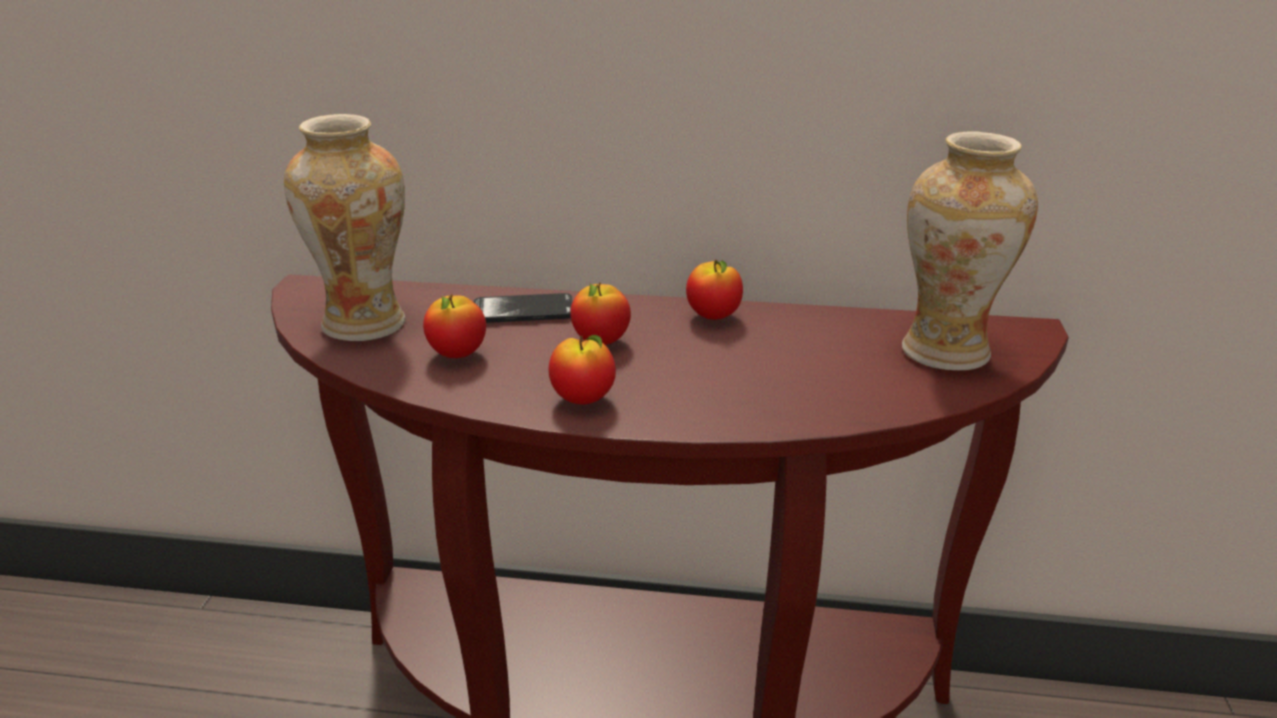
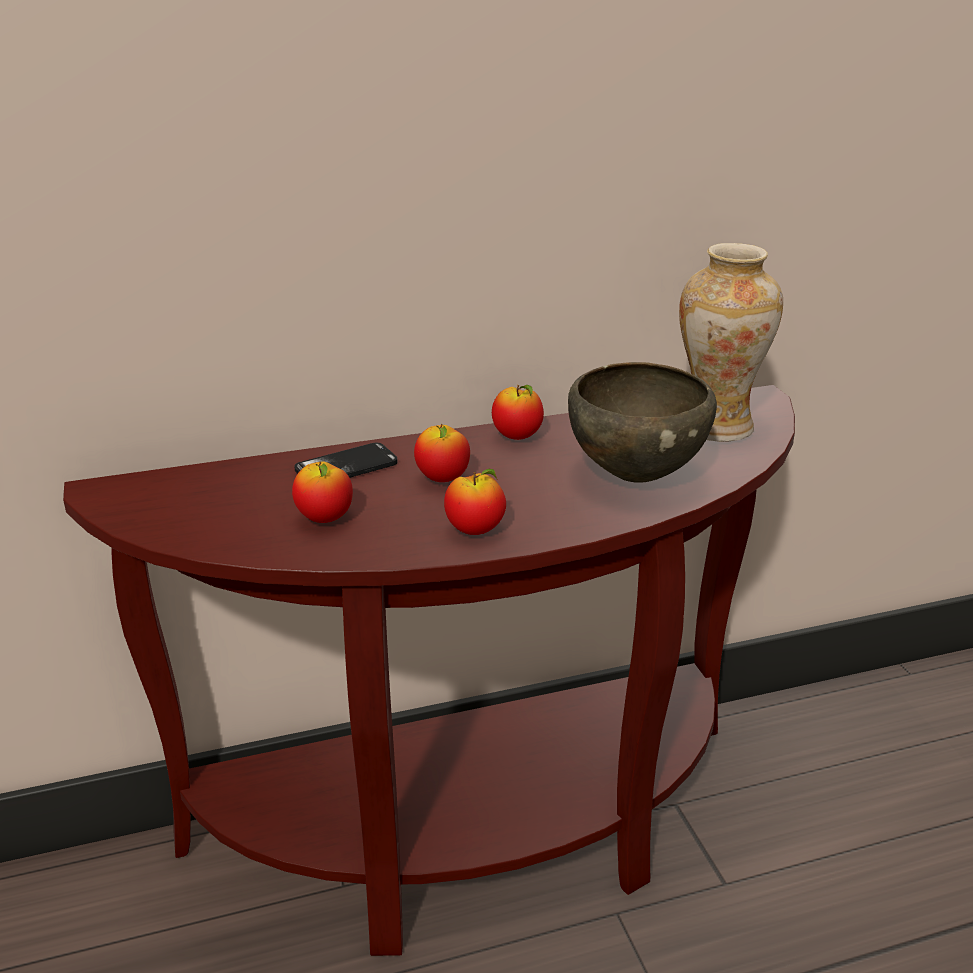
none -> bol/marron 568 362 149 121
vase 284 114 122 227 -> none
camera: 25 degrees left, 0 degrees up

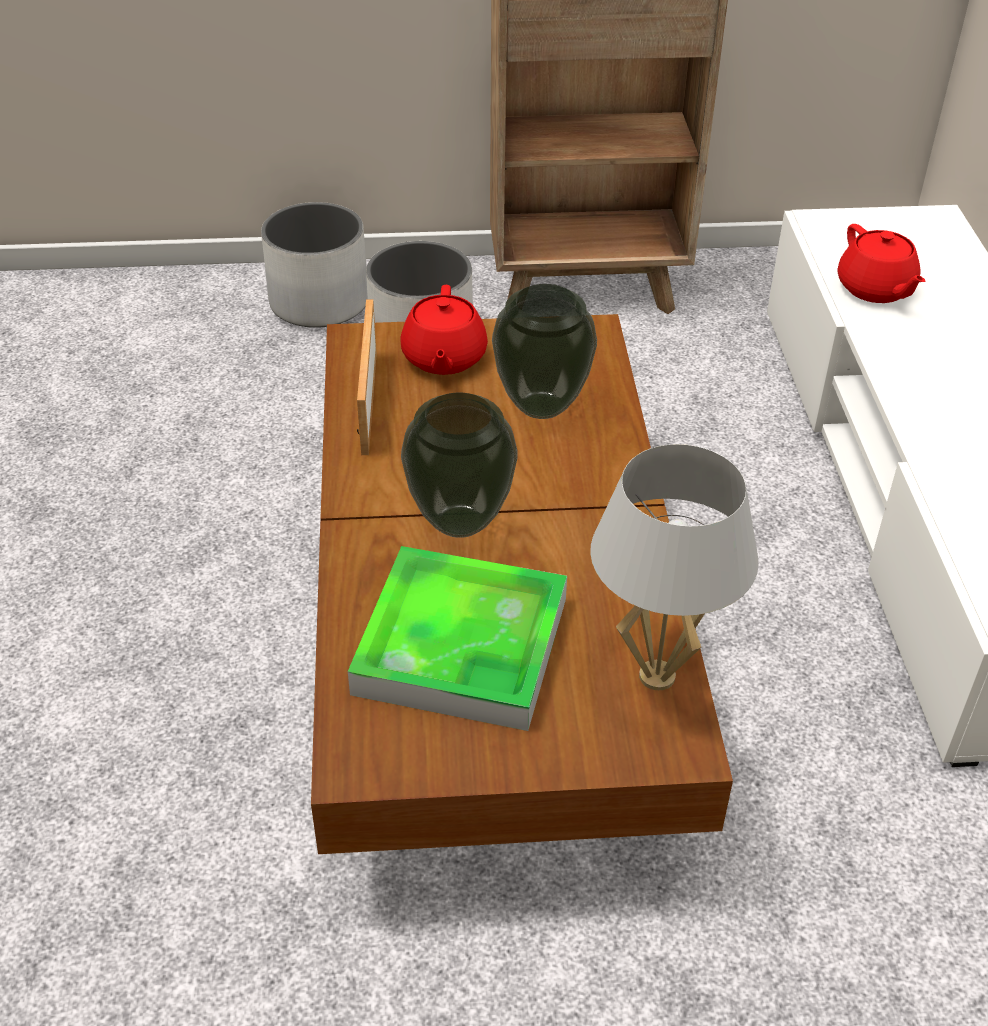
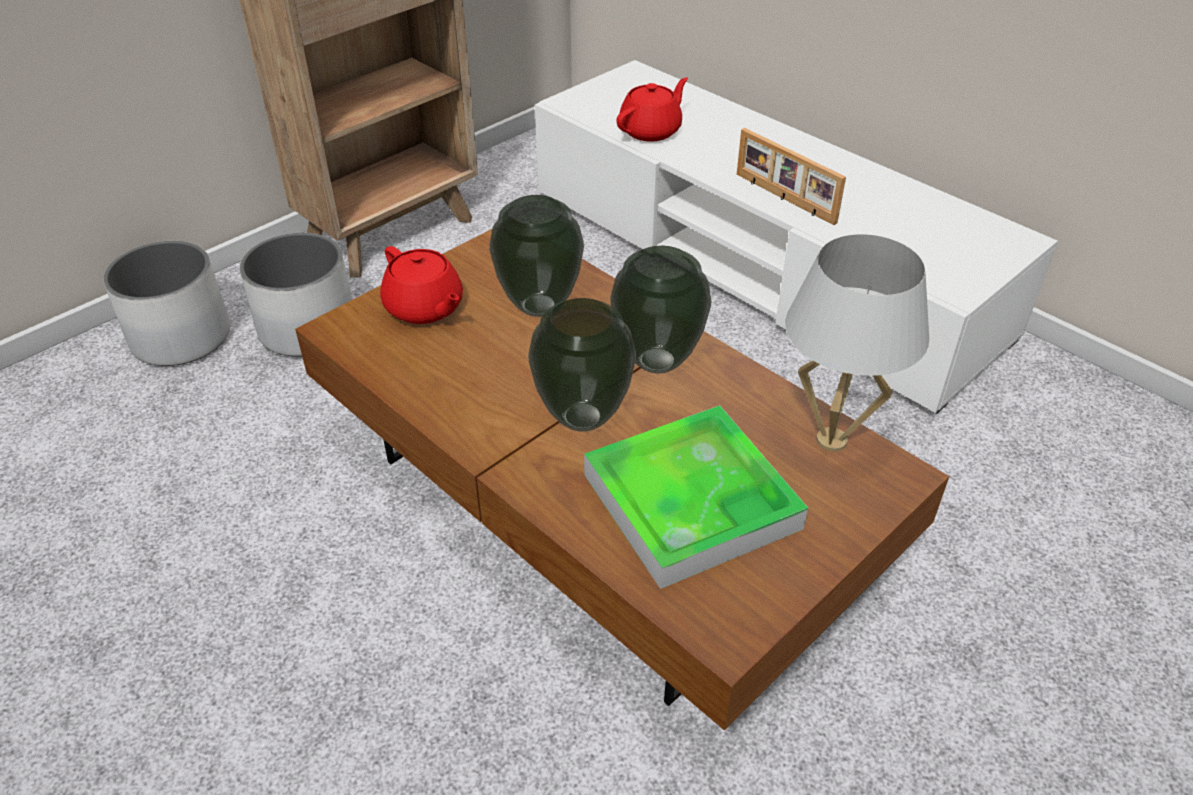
none -> vase 610 246 102 128
théière/rouge 838 224 87 79 -> théière/rouge 616 77 72 65, 75 degrees counterclockwise
cadre photo 357 299 20 156 -> cadre photo 736 128 110 97, relocated
camera: 40 degrees left, 0 degrees up

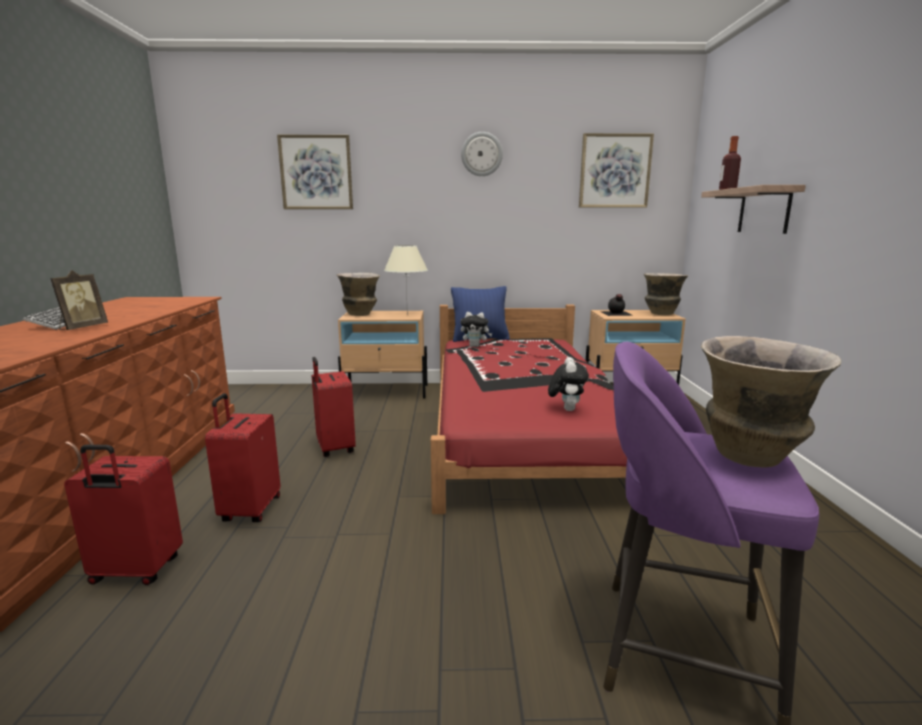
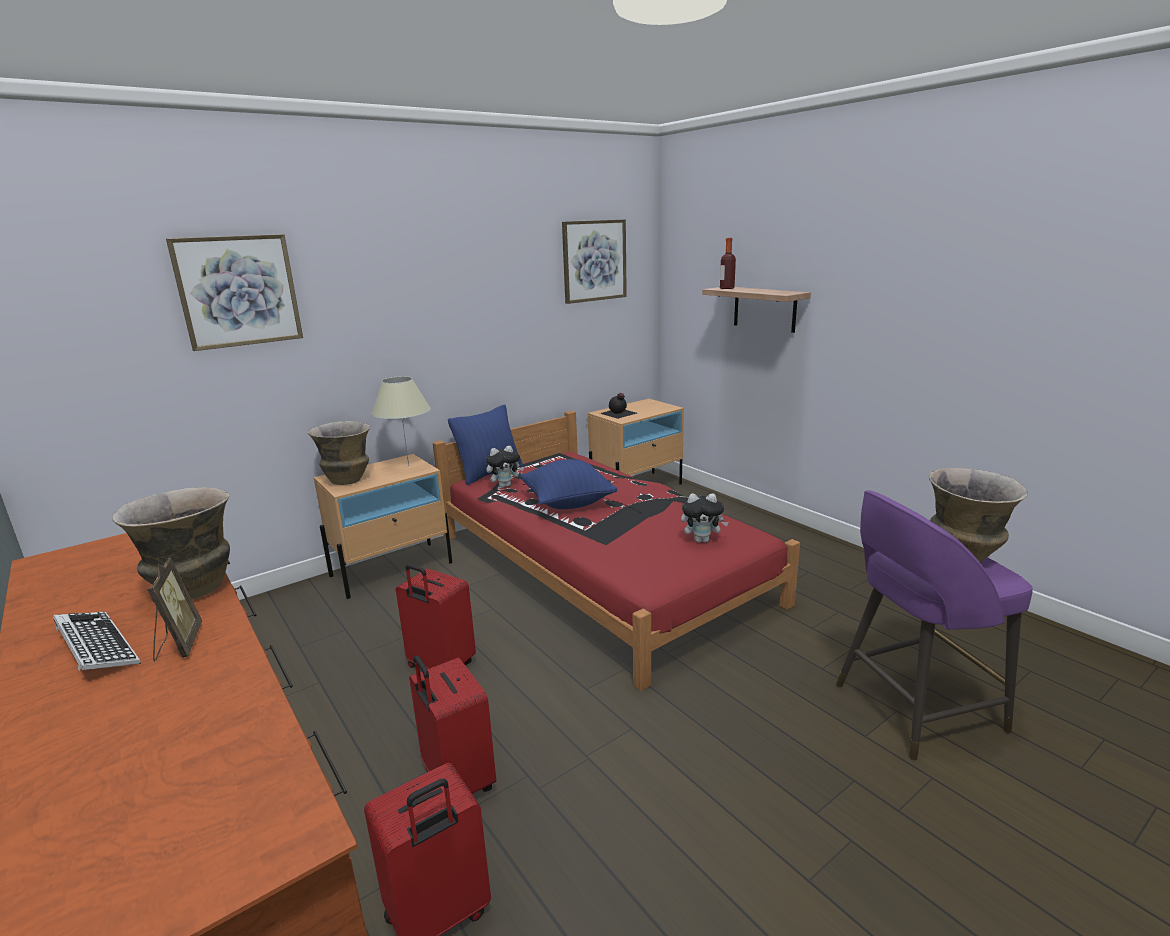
vase 644 273 44 42 -> vase 112 487 118 113, relocated
none -> coussin/bleu 520 459 97 50
peluche 548 357 41 54 -> peluche 681 493 48 50, 120 degrees clockwise
horloge murale 461 132 42 44 -> none
camera: 35 degrees left, 5 degrees up

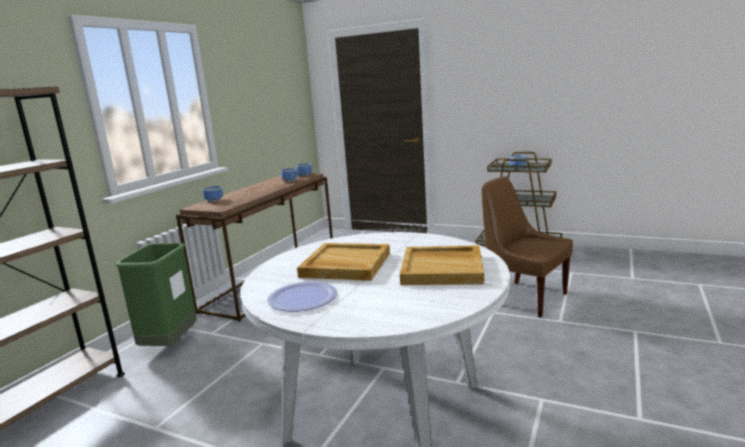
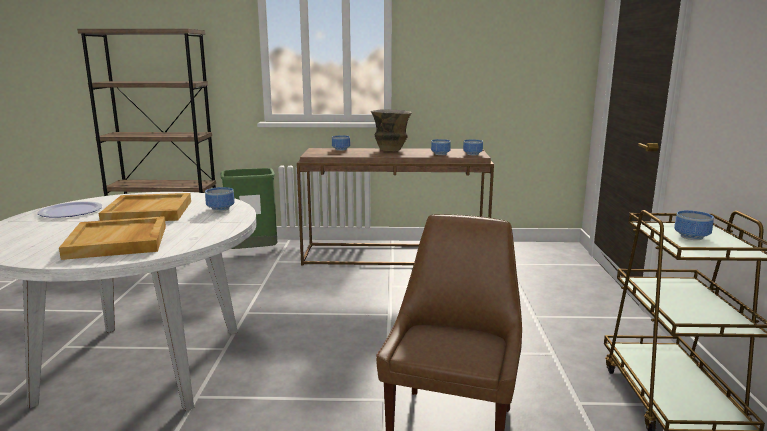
none -> bol 205 187 30 24
none -> vase 371 109 41 42
camera: 65 degrees right, 0 degrees up

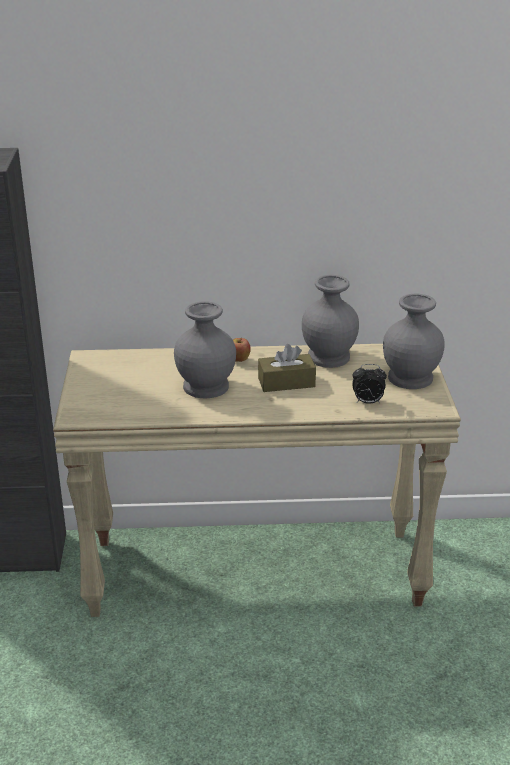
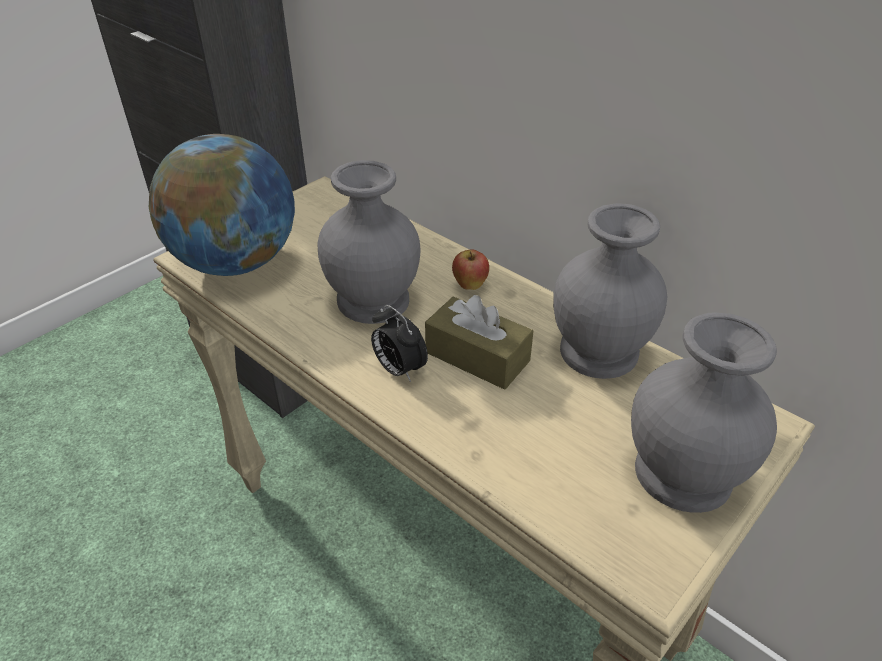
none -> globe 149 134 146 142
réveil 352 364 35 40 -> réveil 371 305 57 77, relocated
camera: 45 degrees right, 10 degrees up

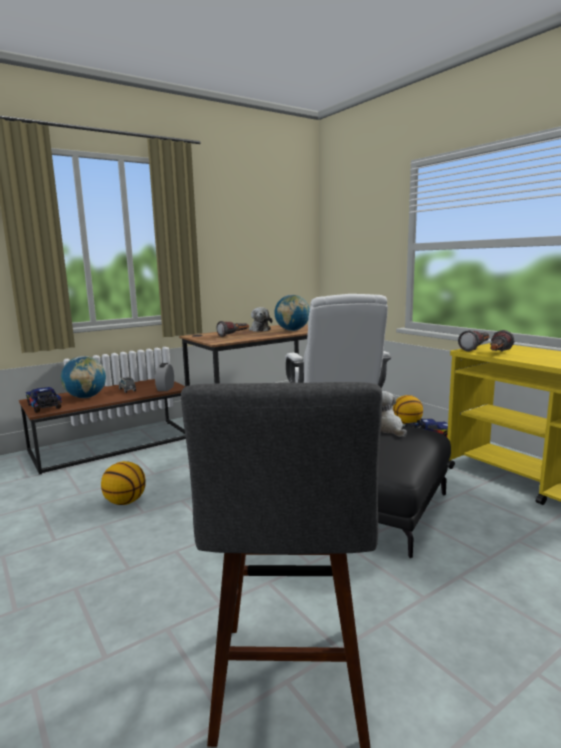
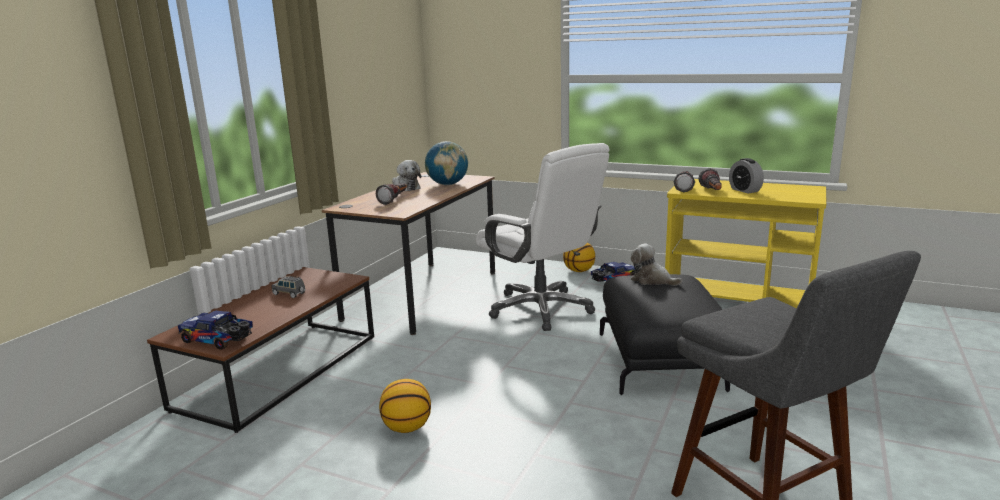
réveil 155 363 19 28 -> réveil 729 158 35 35, relocated
globe 61 356 45 42 -> none
camera: 30 degrees left, 5 degrees up

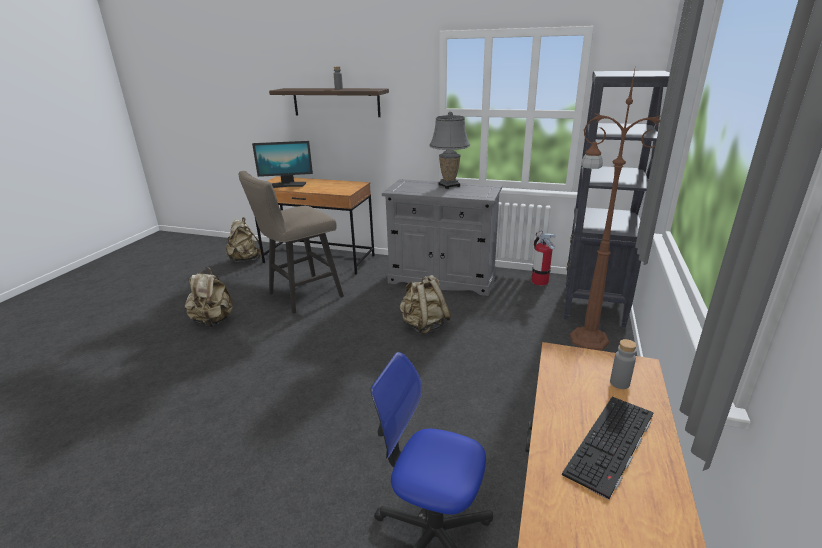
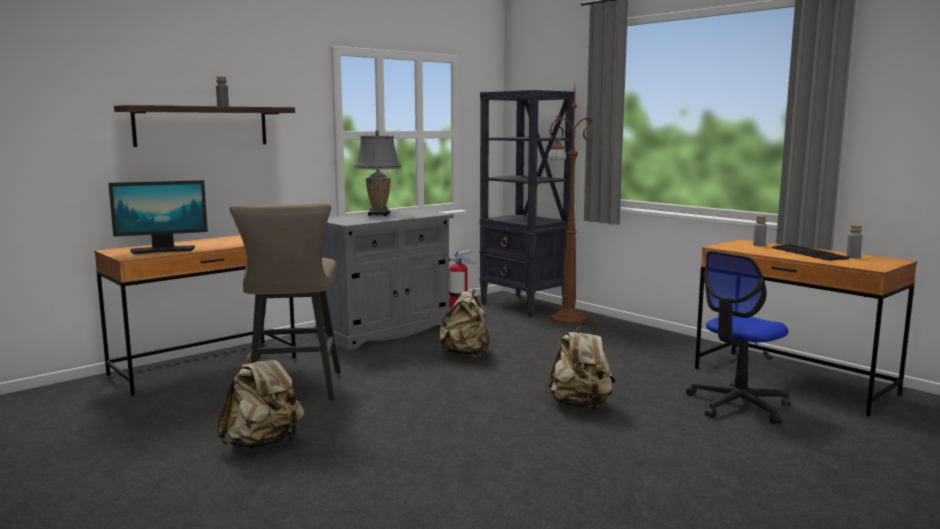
écran d'ordinateur 252 141 61 47 -> écran d'ordinateur 108 180 100 75, 45 degrees clockwise
sac à dos/beige 226 217 35 45 -> sac à dos/beige 545 323 70 87, relocated
none -> bouteille/gris 846 224 17 34
camera: 60 degrees left, 15 degrees down

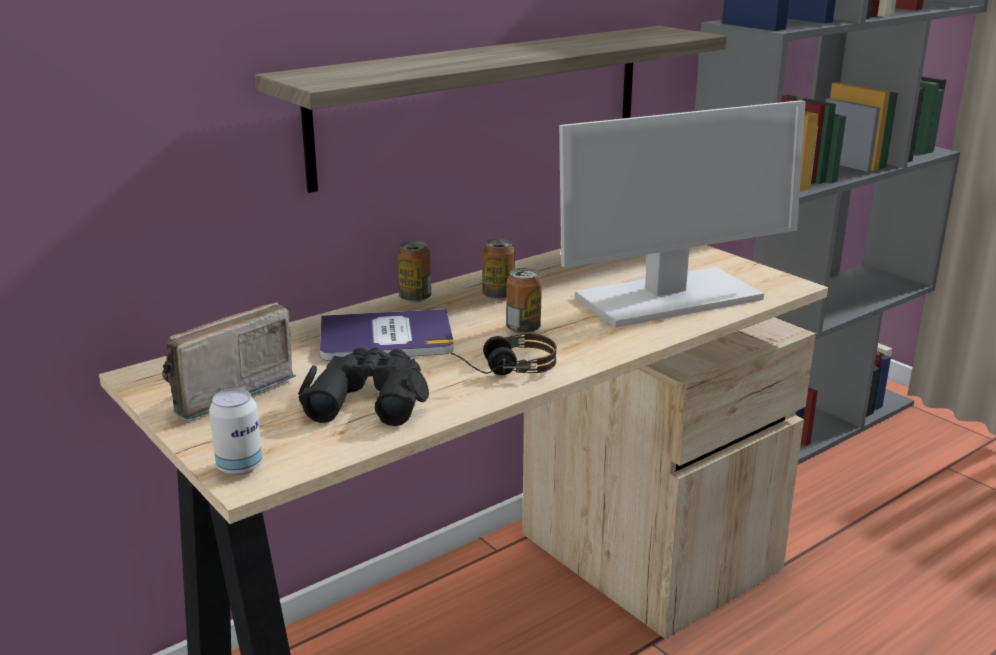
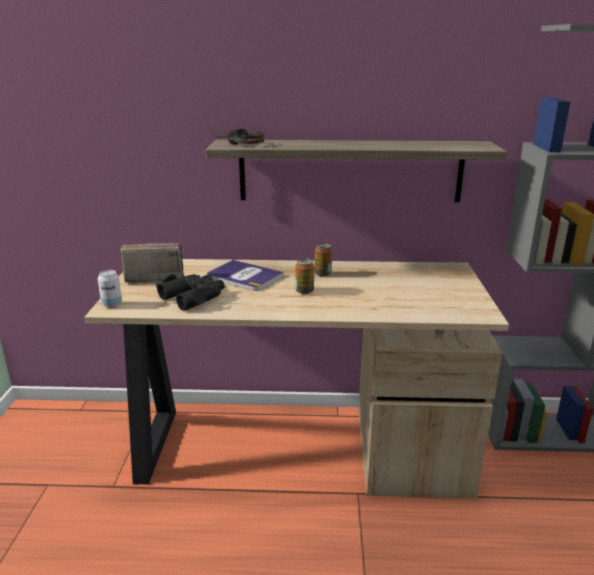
casque audio 451 333 106 42 -> casque audio 210 128 54 17, relocated
boîte métallique 397 241 34 62 -> none
écran d'ordinateur 559 100 247 228 -> none
camera: 40 degrees right, 0 degrees up

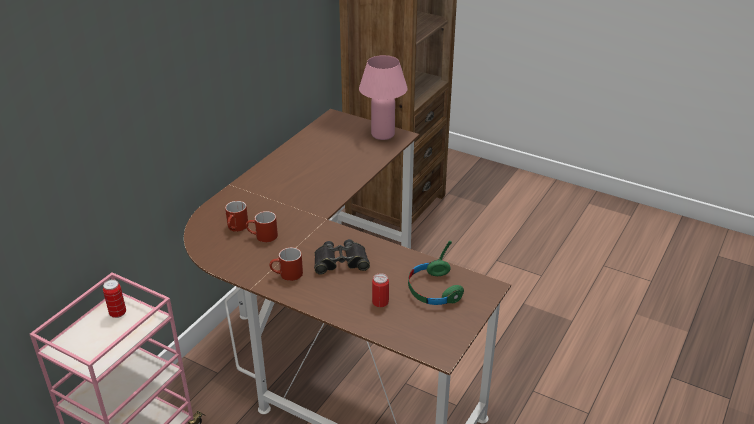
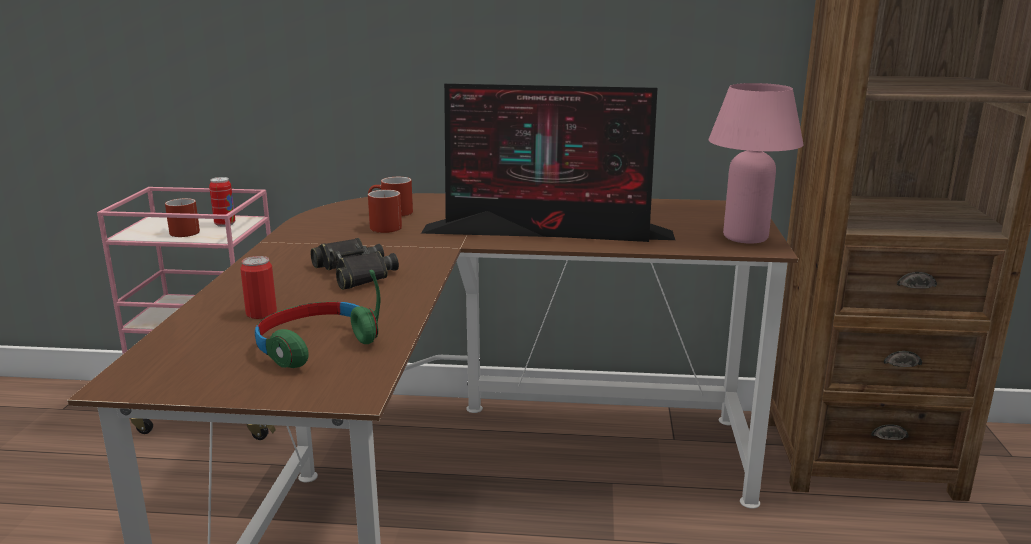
mug/rouge 269 247 34 34 -> mug/rouge 165 198 35 39, relocated
none -> écran d'ordinateur 421 84 254 158
camera: 65 degrees right, 15 degrees down

